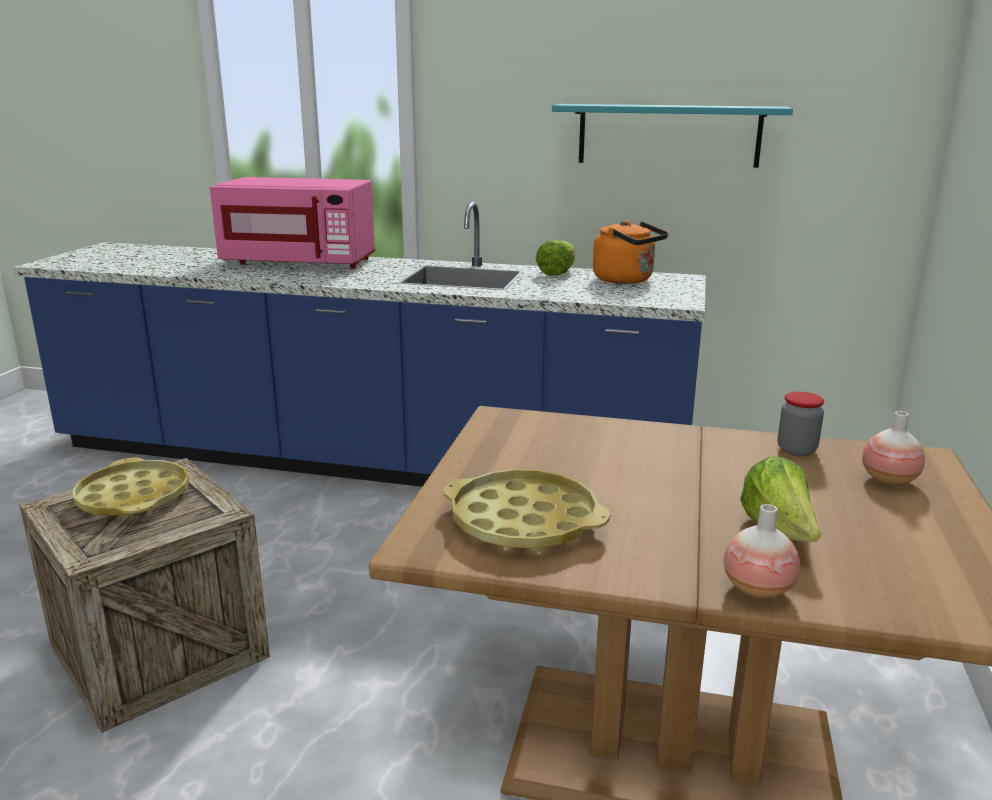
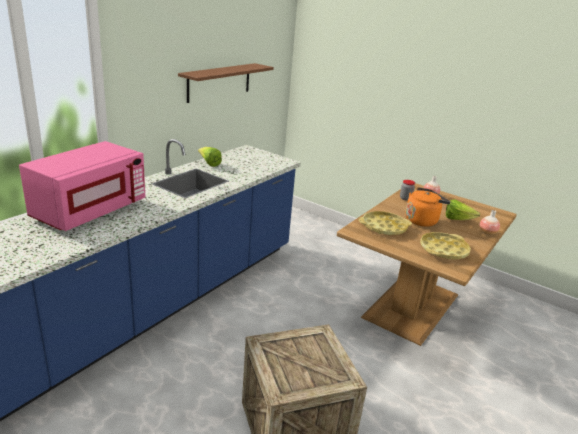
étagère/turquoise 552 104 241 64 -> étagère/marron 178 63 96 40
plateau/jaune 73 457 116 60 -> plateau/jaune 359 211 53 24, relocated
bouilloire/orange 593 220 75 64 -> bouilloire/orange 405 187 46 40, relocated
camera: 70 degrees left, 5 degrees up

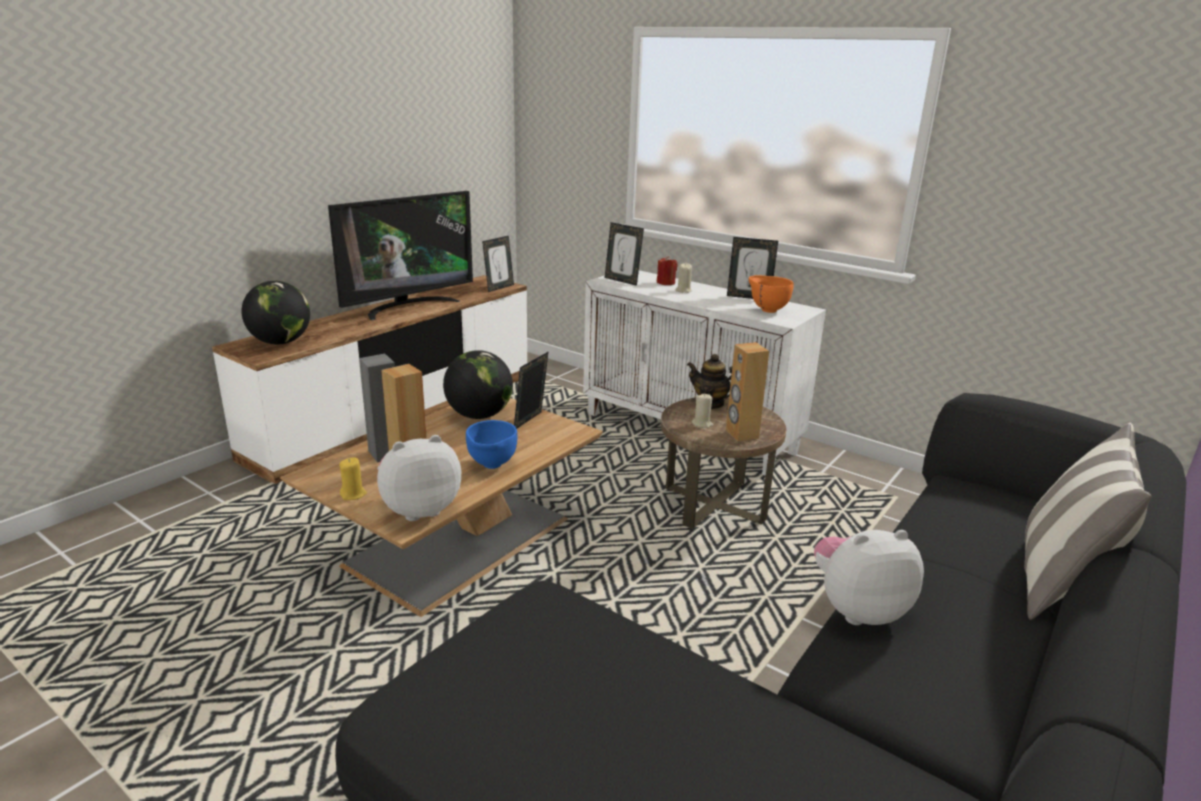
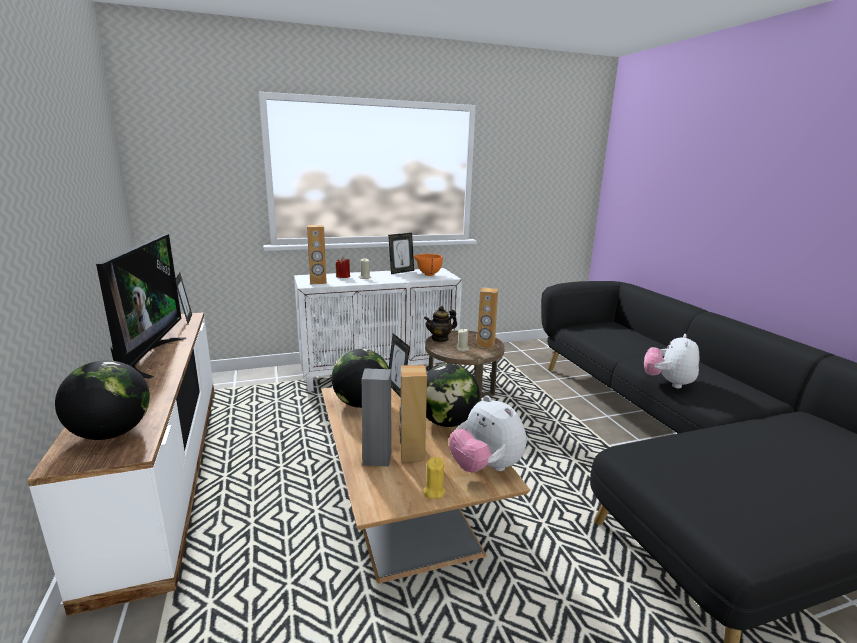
cadre photo 605 222 39 64 -> enceinte/marron 307 225 20 59
bol/bleu 466 420 52 49 -> globe 426 364 54 63
peluche 377 435 84 86 -> peluche 449 395 77 77, 45 degrees counterclockwise
coussin 1024 423 127 197 -> none
camera: 55 degrees left, 5 degrees down

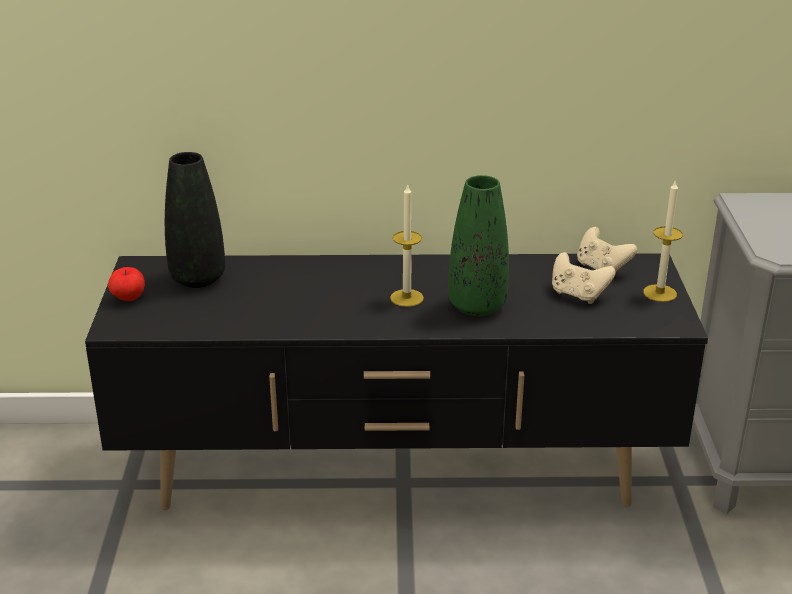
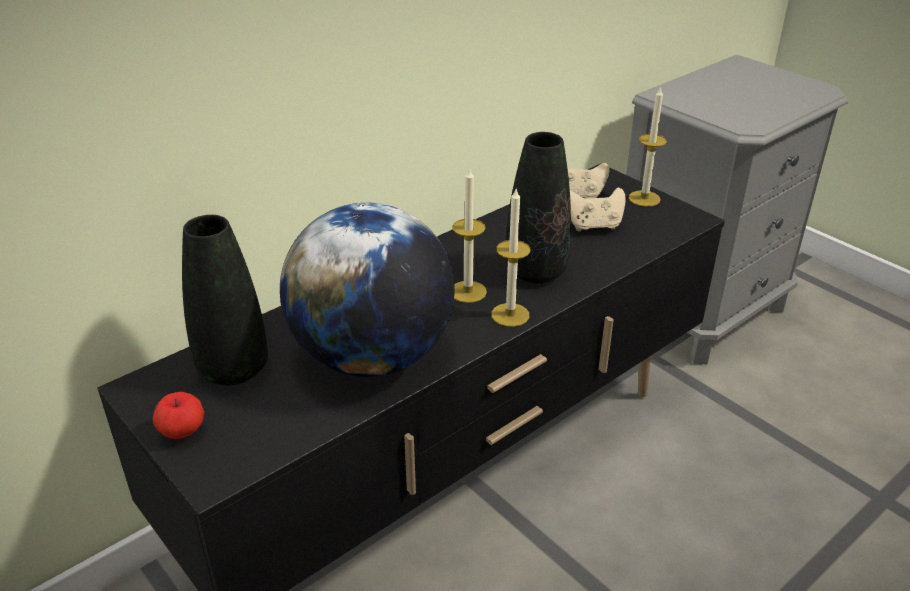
none -> globe 280 203 175 174
none -> bougie 491 189 39 138
vase/vert 448 175 61 141 -> vase/noir 506 132 65 151
camera: 40 degrees left, 5 degrees up

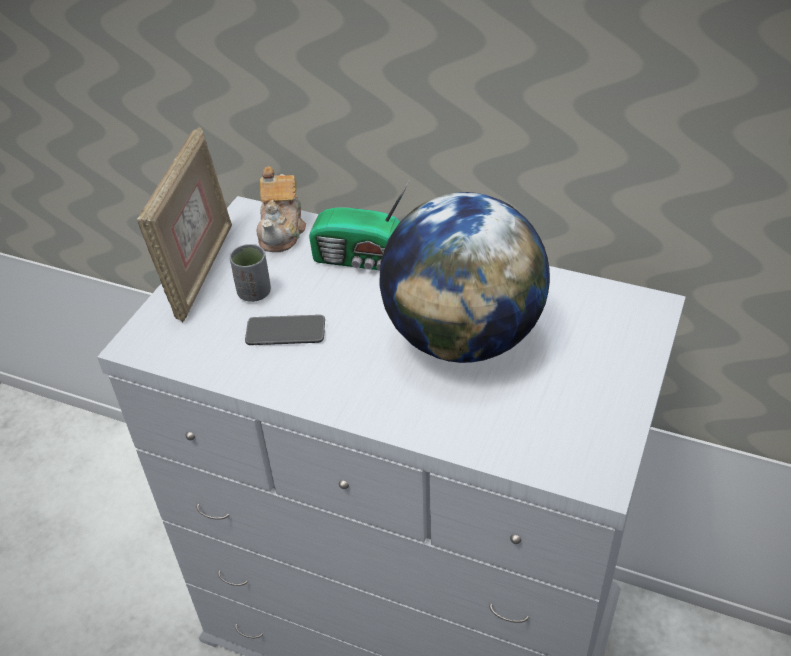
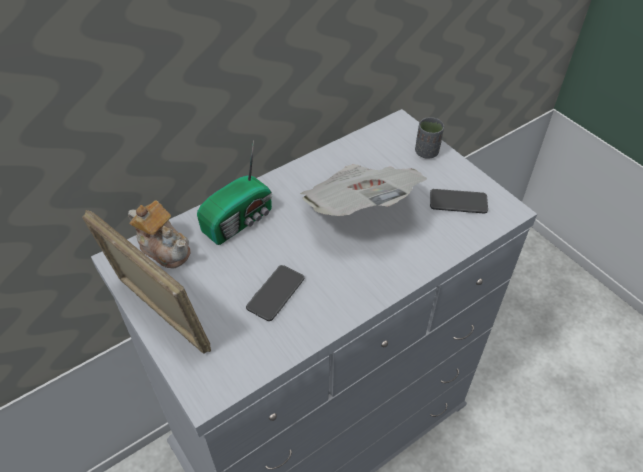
globe 379 192 171 171 -> journal 300 164 127 52
tasse/gris 230 244 41 58 -> tasse/gris 415 117 29 42, relocated
none -> téléphone 430 189 58 25
camera: 60 degrees left, 5 degrees up

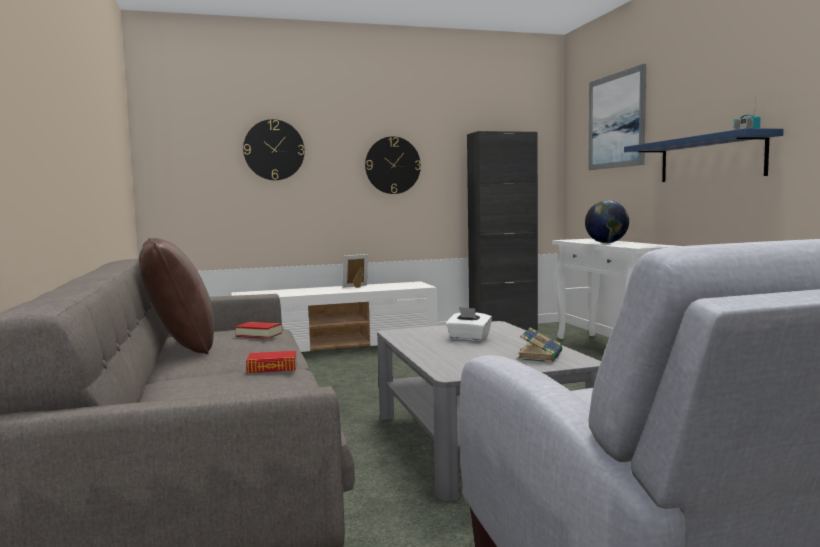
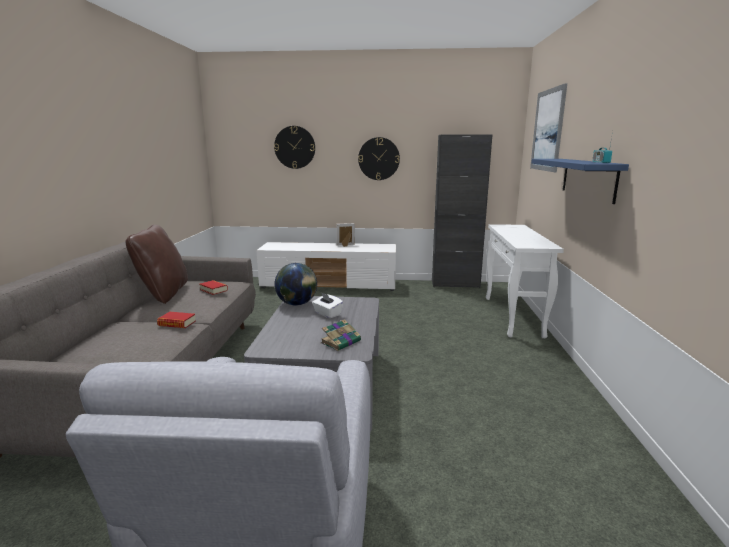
globe 585 200 44 43 -> globe 275 263 42 42, relocated
camera: 20 degrees right, 10 degrees up

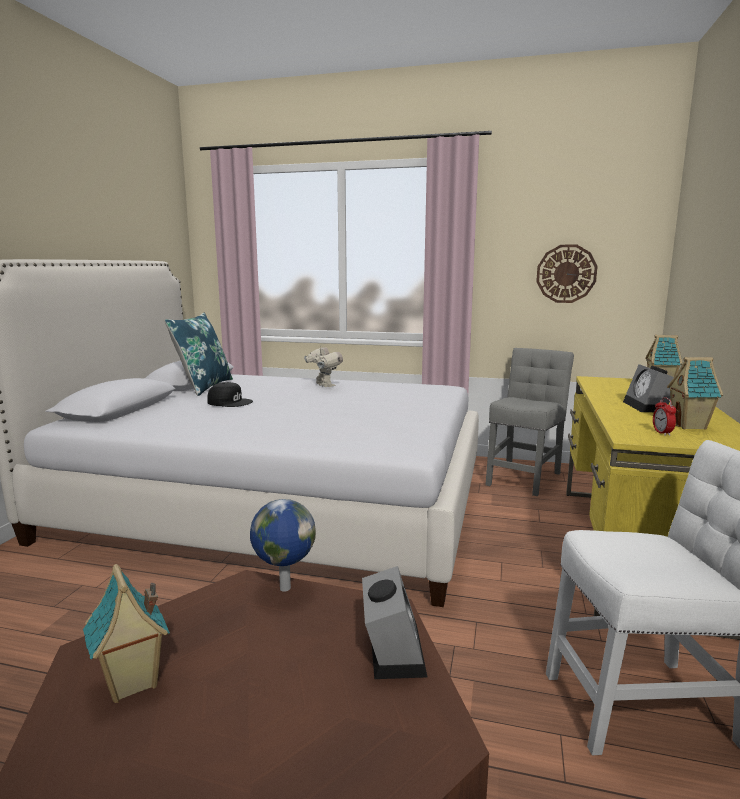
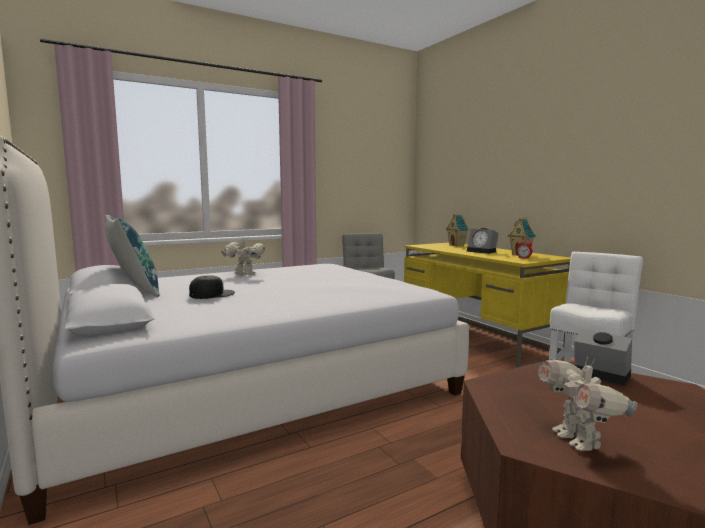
maison miniature 83 564 87 139 -> robot jouet 538 356 100 95
globe 250 499 66 93 -> none
horloge murale 536 245 62 58 -> none
camera: 45 degrees left, 5 degrees down

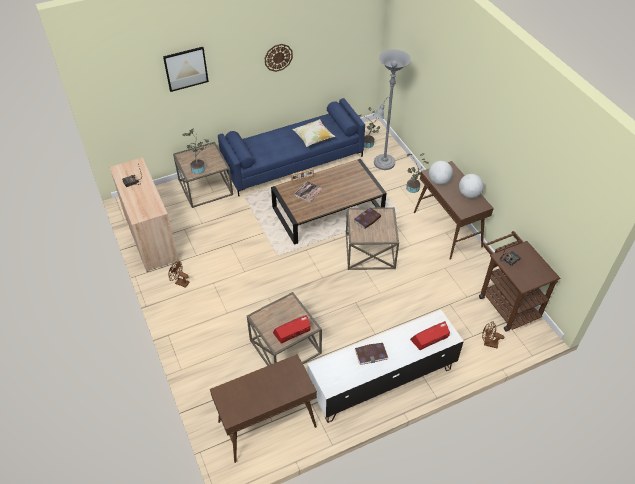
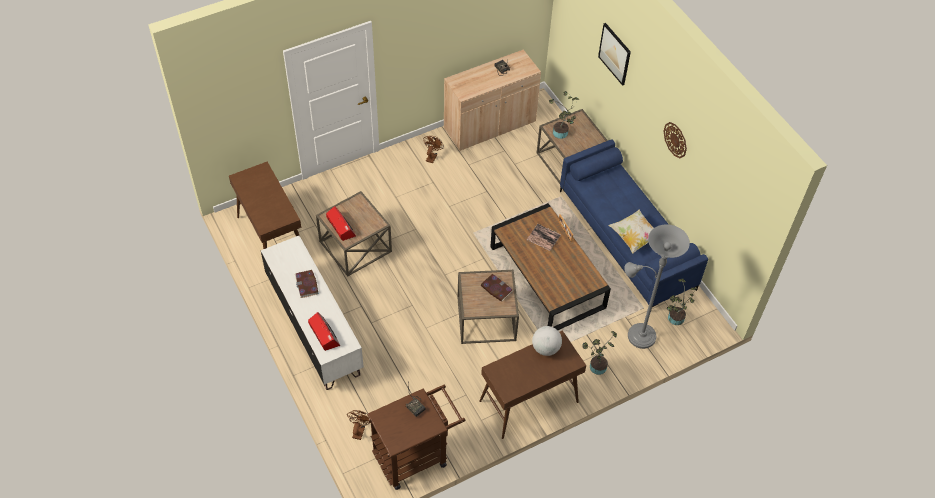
globe 459 174 25 24 -> none
camera: 85 degrees right, 5 degrees up

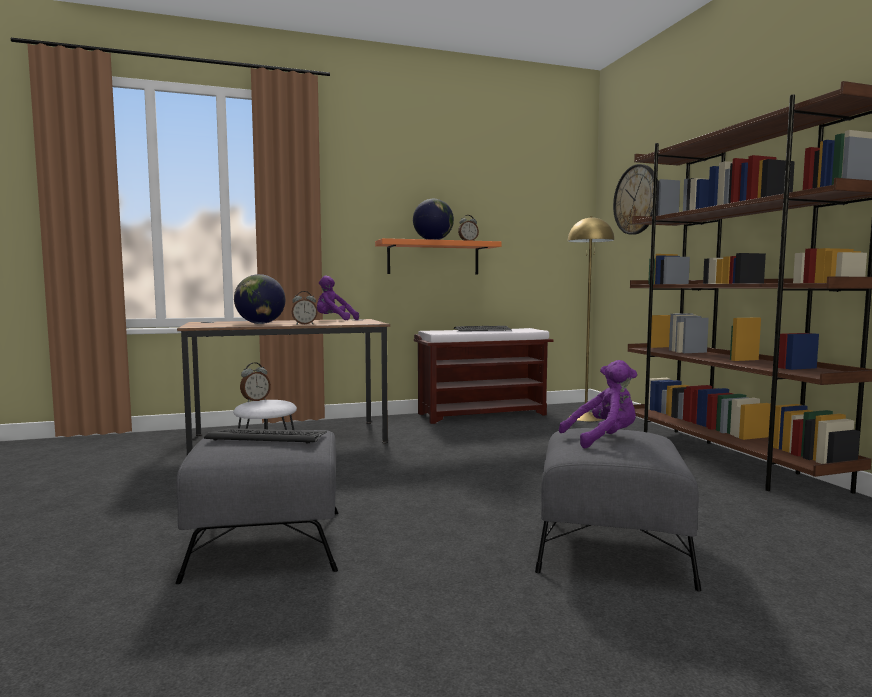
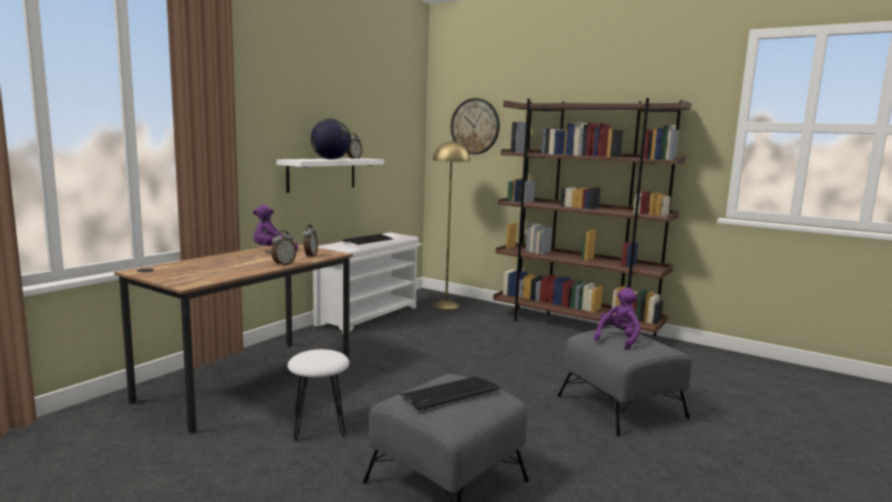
étagère/orange 375 238 127 37 -> étagère/blanc 276 158 108 35
réveil 240 362 31 40 -> réveil 302 224 16 34, relocated
banc/marron 414 328 140 96 -> banc/blanc 313 233 109 101
globe 234 274 51 50 -> none
camera: 40 degrees left, 5 degrees up

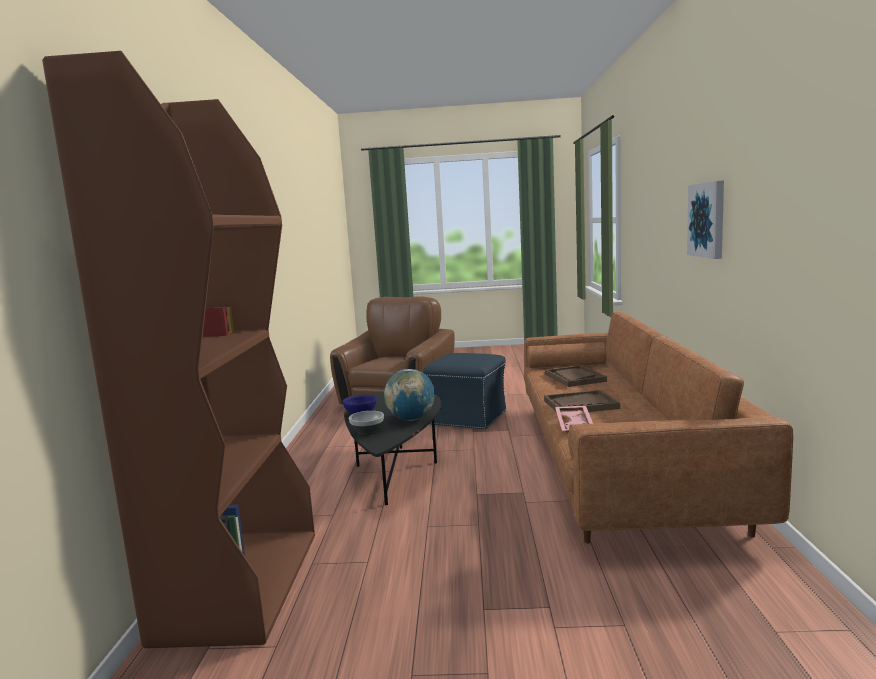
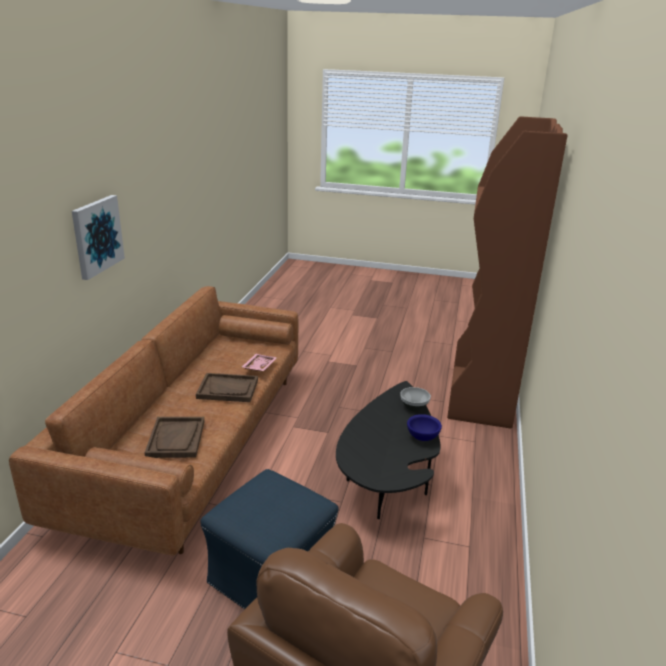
globe 384 369 51 52 -> none
camera: 170 degrees left, 15 degrees up

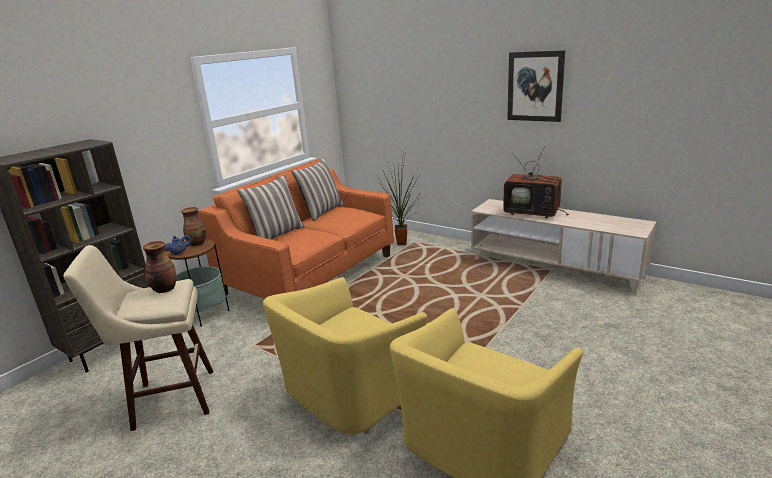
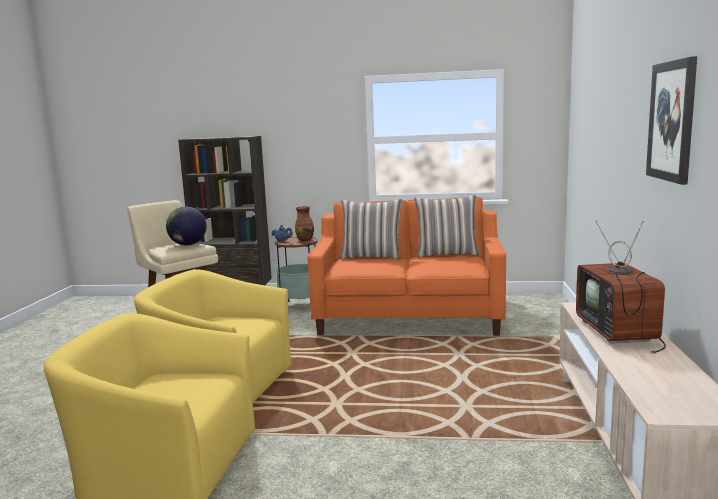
vase 143 241 34 52 -> globe 166 207 41 39
plante en pot 375 152 45 93 -> none
camera: 60 degrees right, 10 degrees down

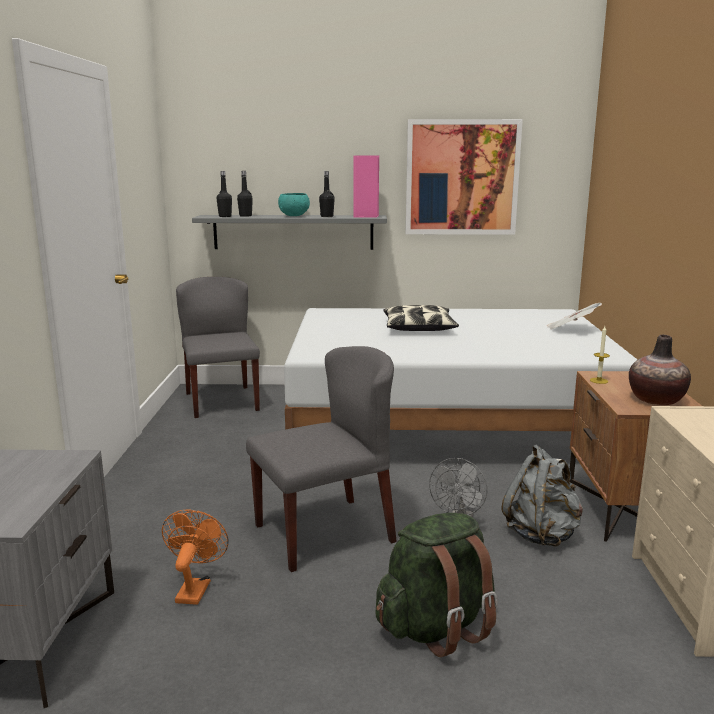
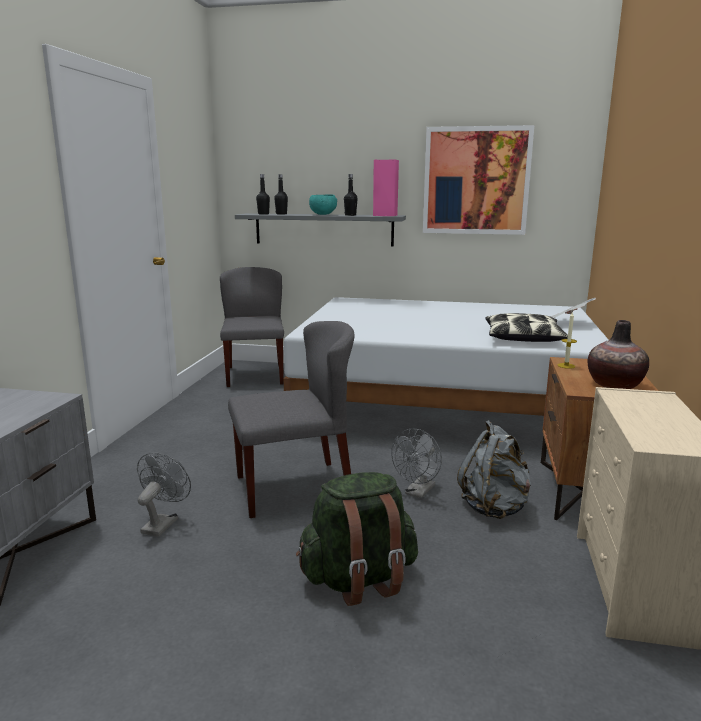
ventilateur/orange 162 509 66 96 -> ventilateur/gris 137 452 54 85
coussin 384 305 75 26 -> coussin 485 313 83 29, relocated
camera: 10 degrees right, 0 degrees up

